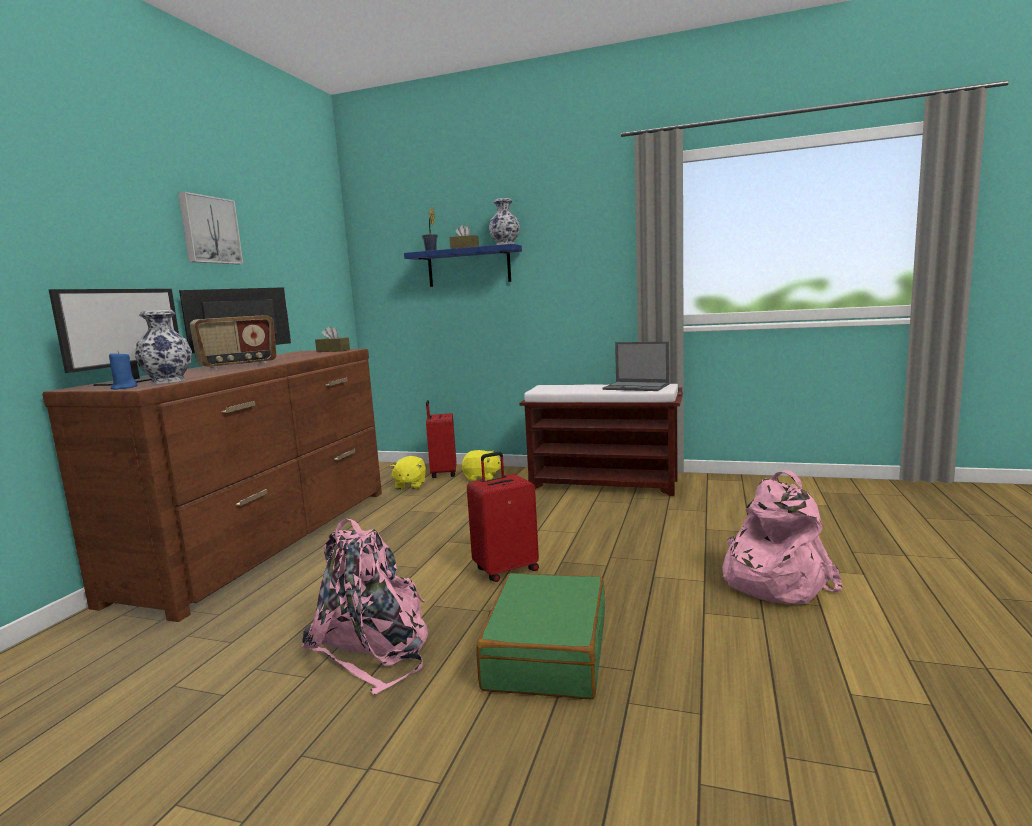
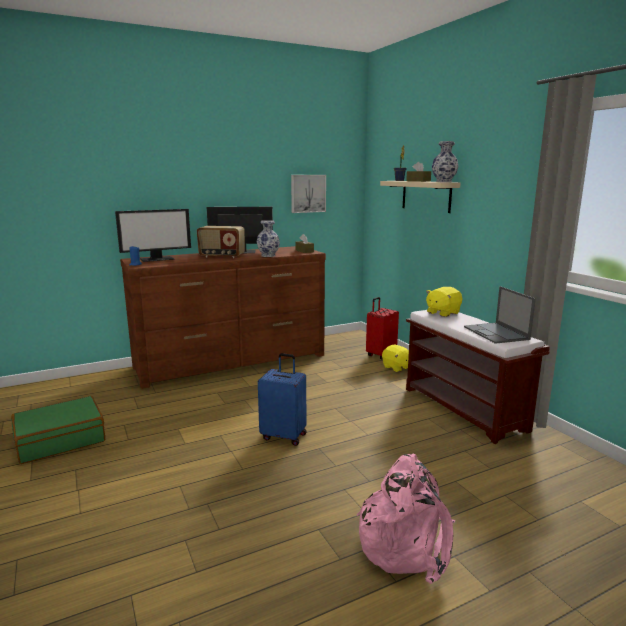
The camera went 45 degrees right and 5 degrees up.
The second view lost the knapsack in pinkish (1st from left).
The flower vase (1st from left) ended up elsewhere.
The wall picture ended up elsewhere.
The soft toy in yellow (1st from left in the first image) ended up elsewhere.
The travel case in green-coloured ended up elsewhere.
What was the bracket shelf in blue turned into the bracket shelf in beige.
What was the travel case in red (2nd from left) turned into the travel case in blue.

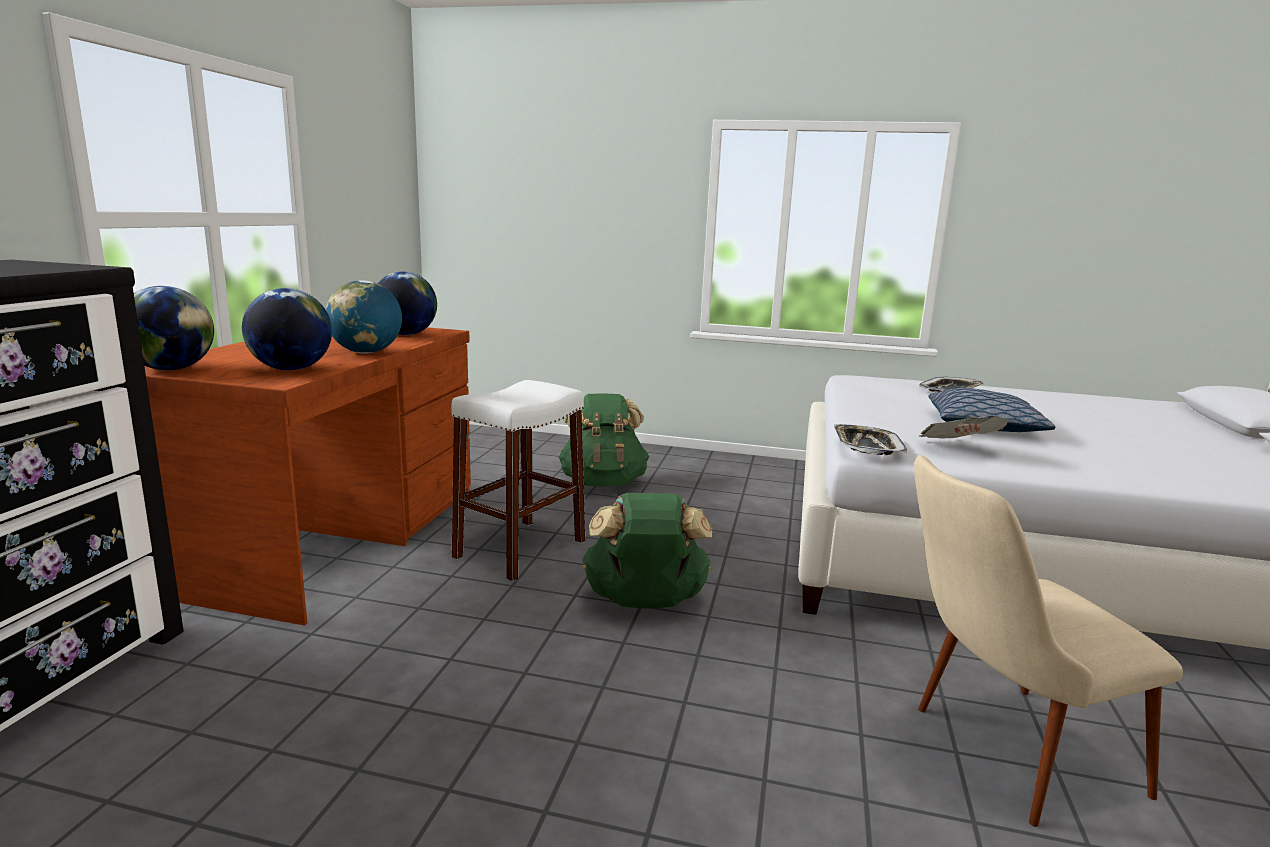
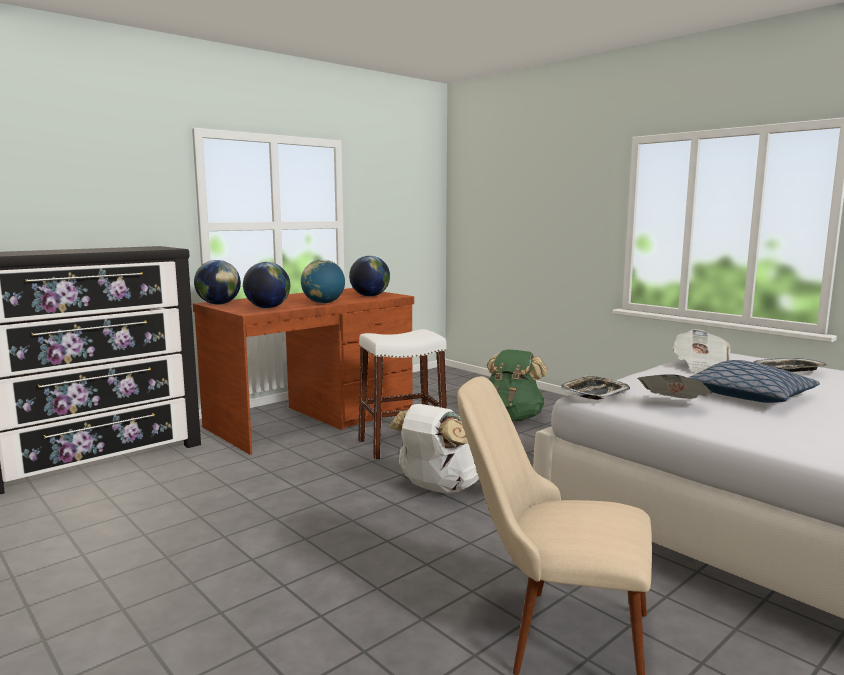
The camera went 35 degrees right and 5 degrees down.
The second view gained the newspaper (2nd from left).
What was the knapsack in green-coloured (2nd from left) turned into the knapsack in whitish.

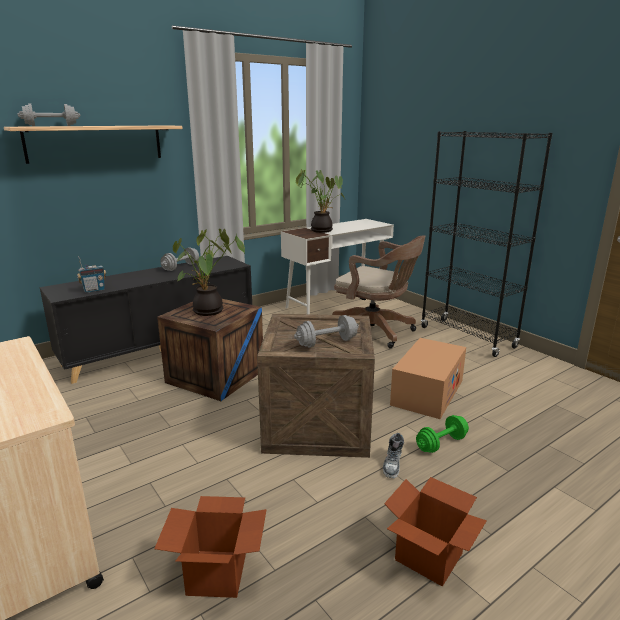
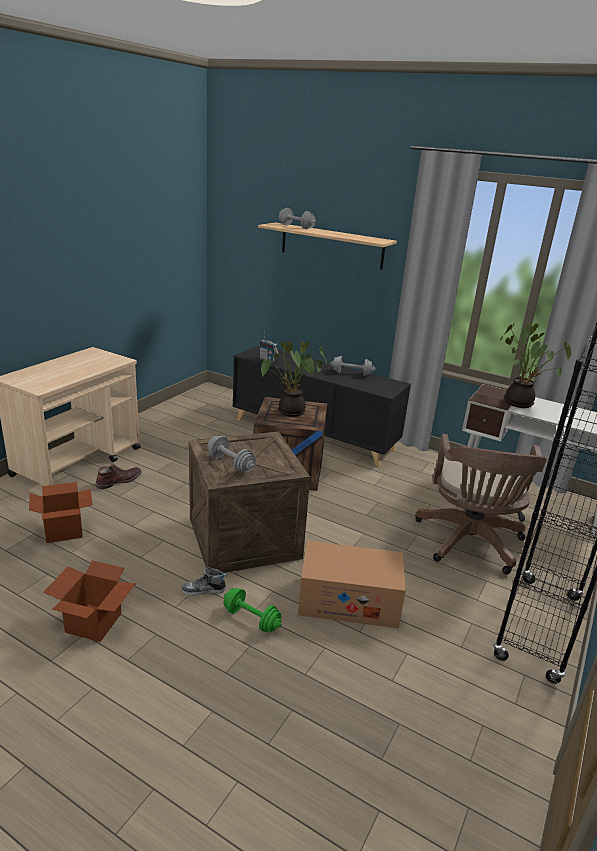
The camera went 65 degrees right and 5 degrees up.
The second view gained the boot in brownish.

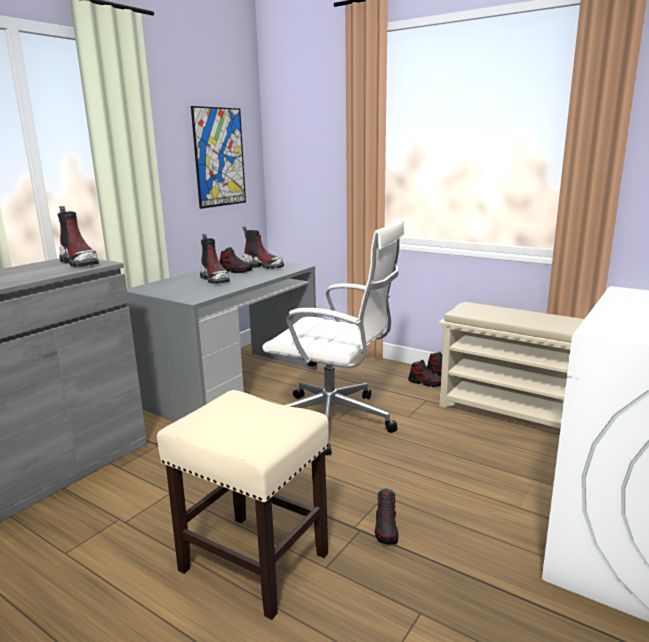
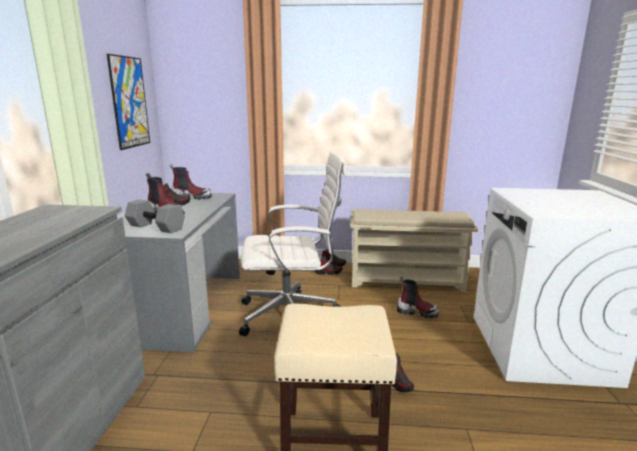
The camera went 30 degrees left and 0 degrees up.
The second view gained the dumbbell in greyish.
The boot (1st from left in the first image) ended up elsewhere.

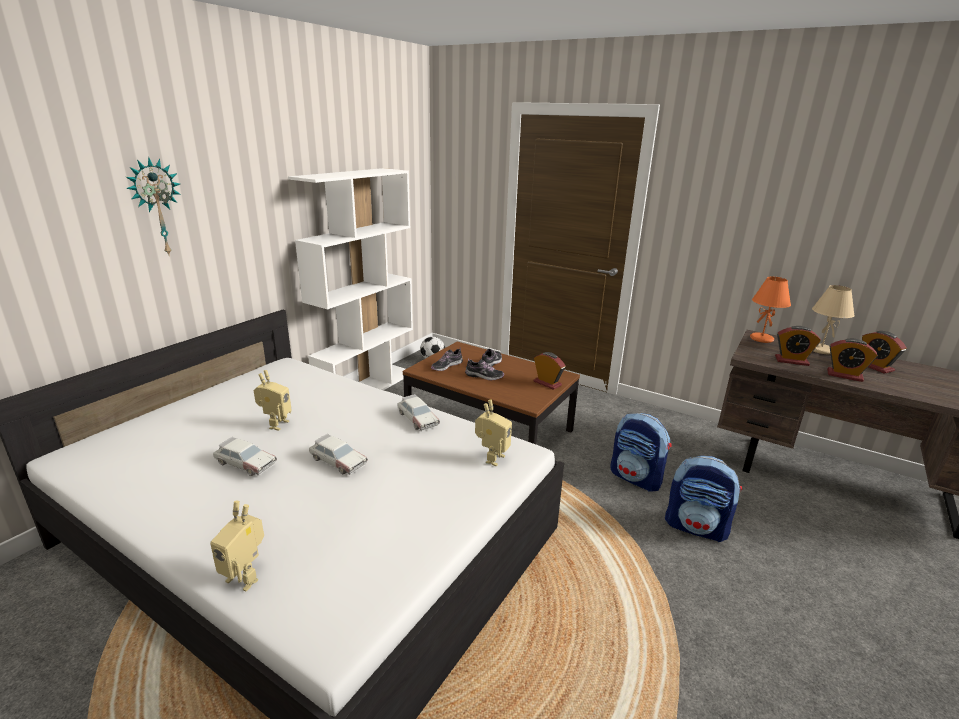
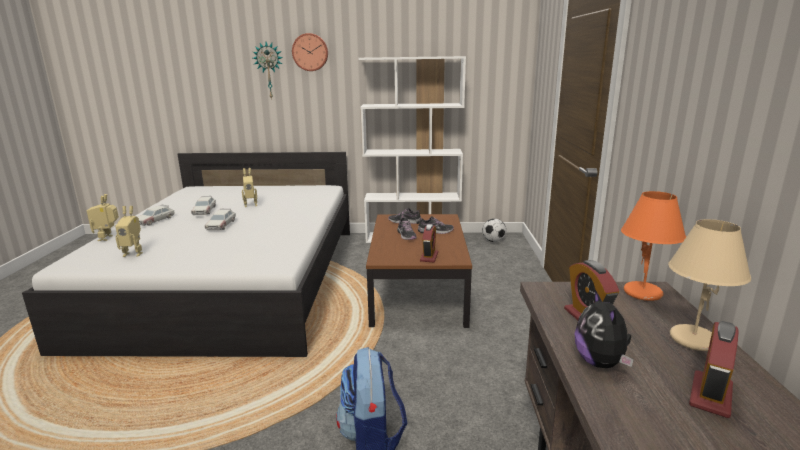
The camera went 60 degrees right and 5 degrees down.
The second view lost the knapsack (1st from left).
The second view gained the wall clock (2nd from left).
The miniature car (3rd from left in the first image) ended up elsewhere.
The model robot (3rd from left in the first image) ended up elsewhere.
Where the alarm clock (3rd from left) stood, the soft toy came to stand.

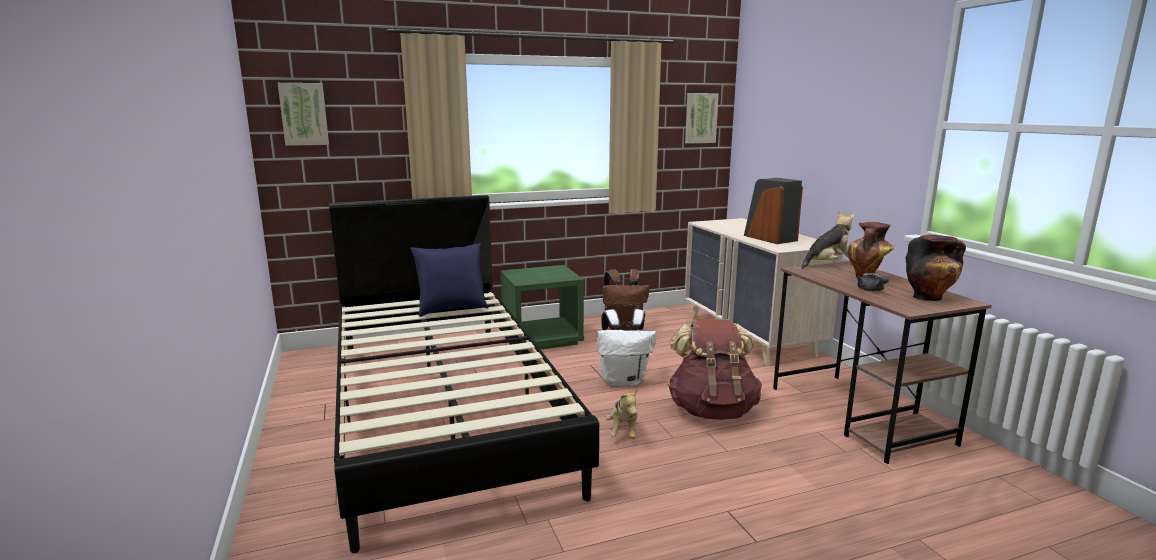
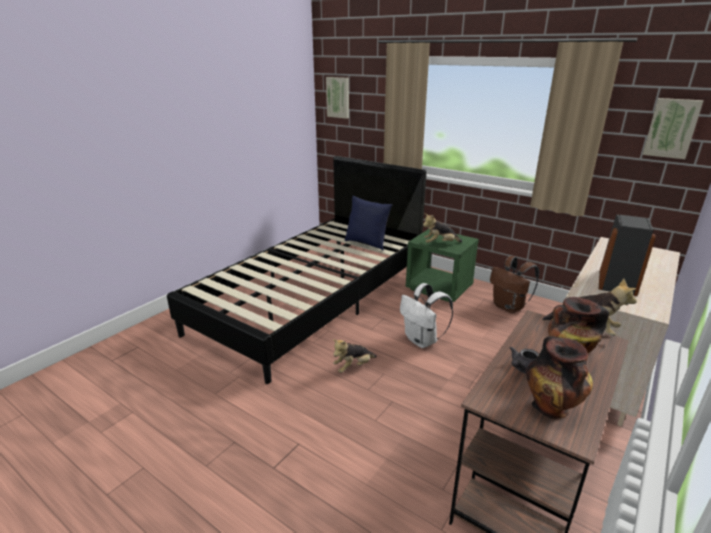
The camera went 55 degrees right and 10 degrees up.
The second view lost the knapsack in brownish (2nd from left).
The second view gained the soft toy (2nd from left).

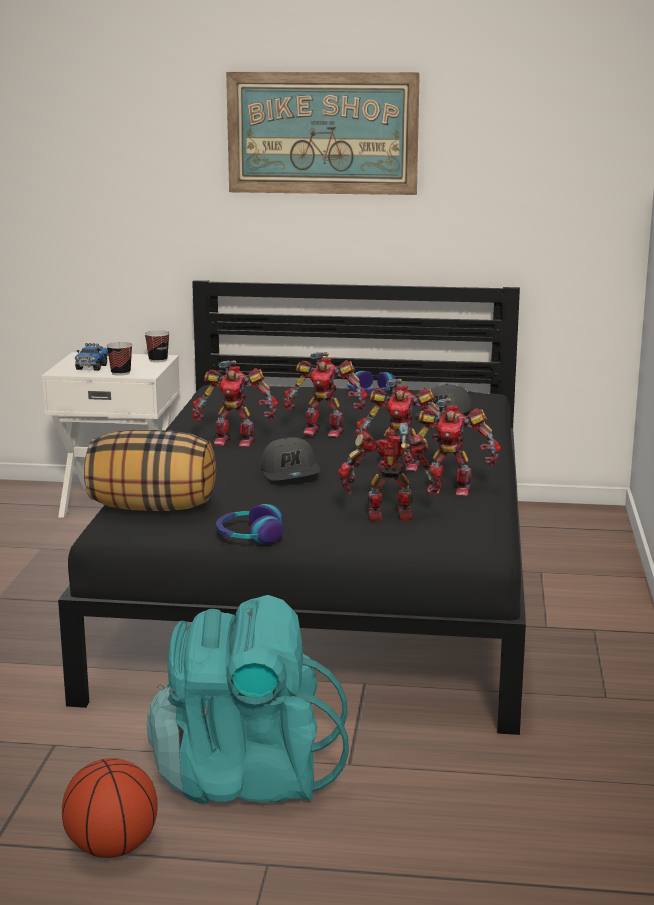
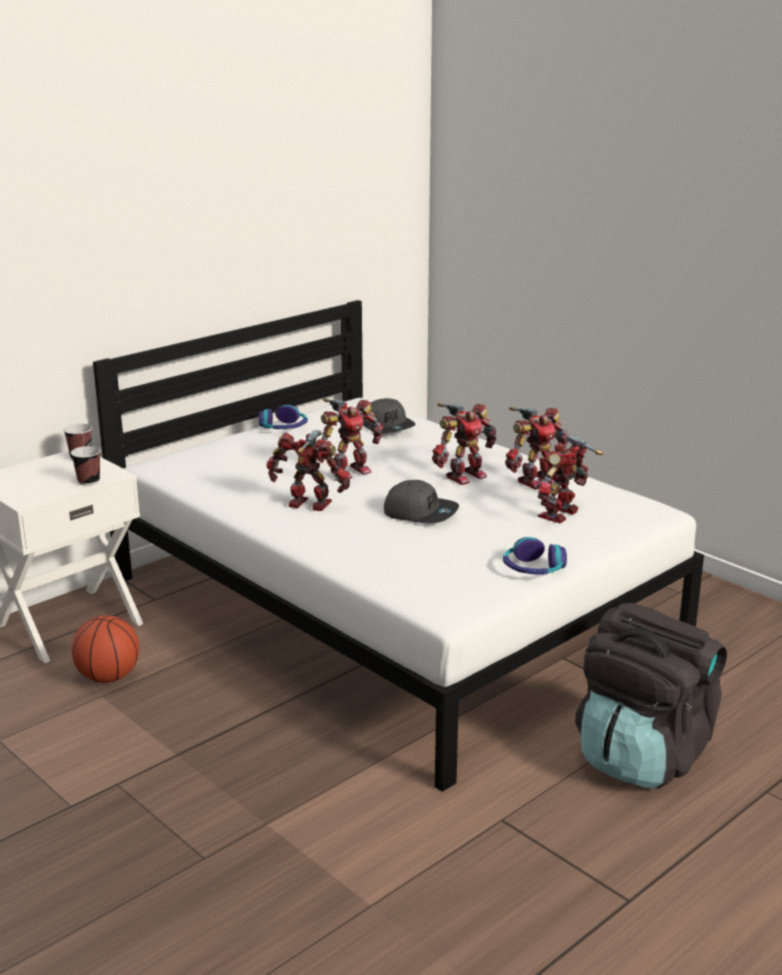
The camera went 50 degrees left and 5 degrees up.
The second view lost the model truck.
The second view lost the pillow.
The second view lost the wall picture.
The ball for basketball ended up elsewhere.
What was the sleeping bed in black turned into the sleeping bed in whitish.
What was the knapsack in blue-green turned into the knapsack in black.
The model robot (1st from left) ended up facing another way, 120 degrees counterclockwise from before.

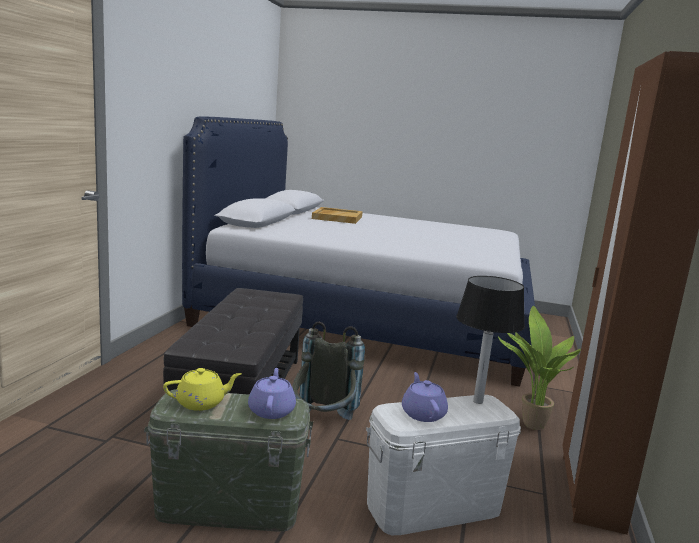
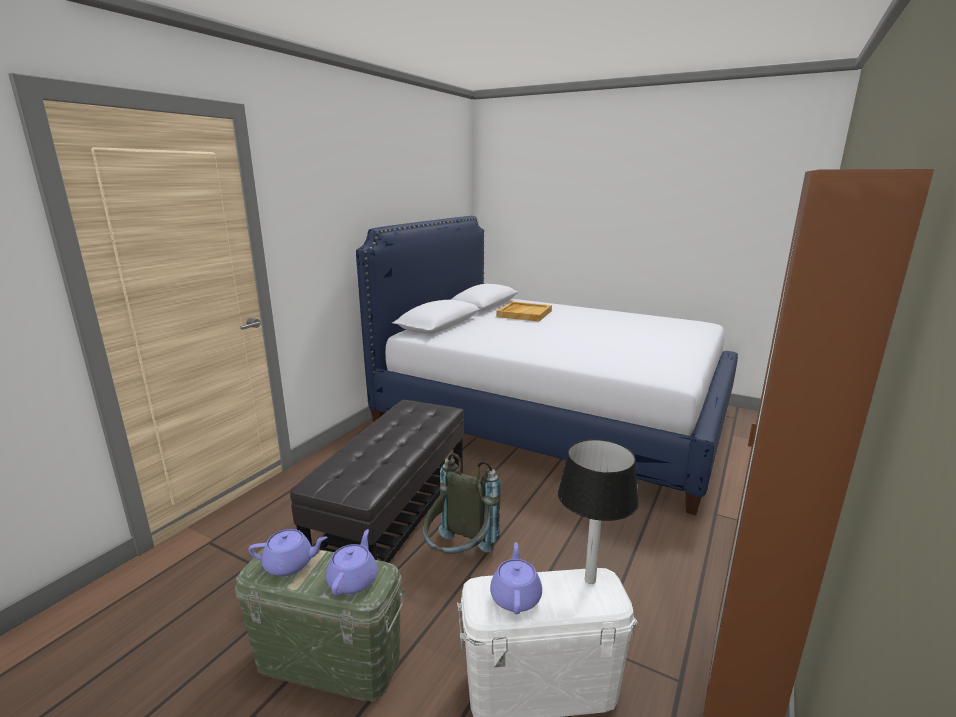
The camera went 15 degrees right and 5 degrees up.
The second view lost the potted plant.
What was the teapot in yellow turned into the teapot in purple-coloured (1st from left).

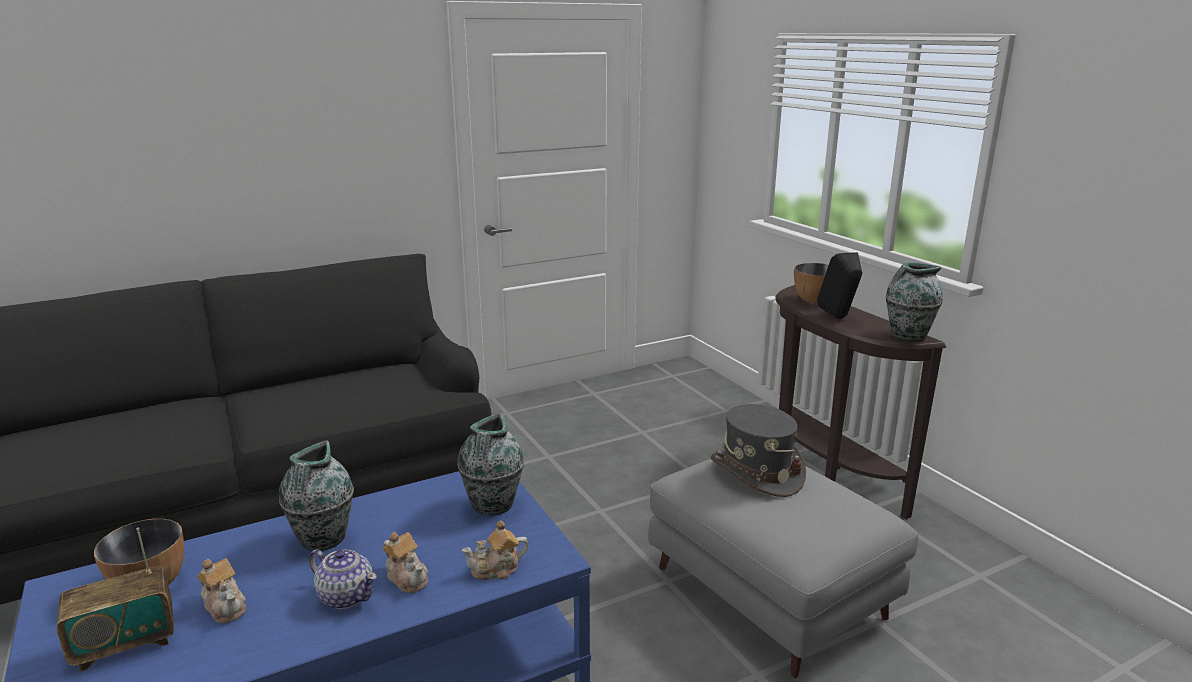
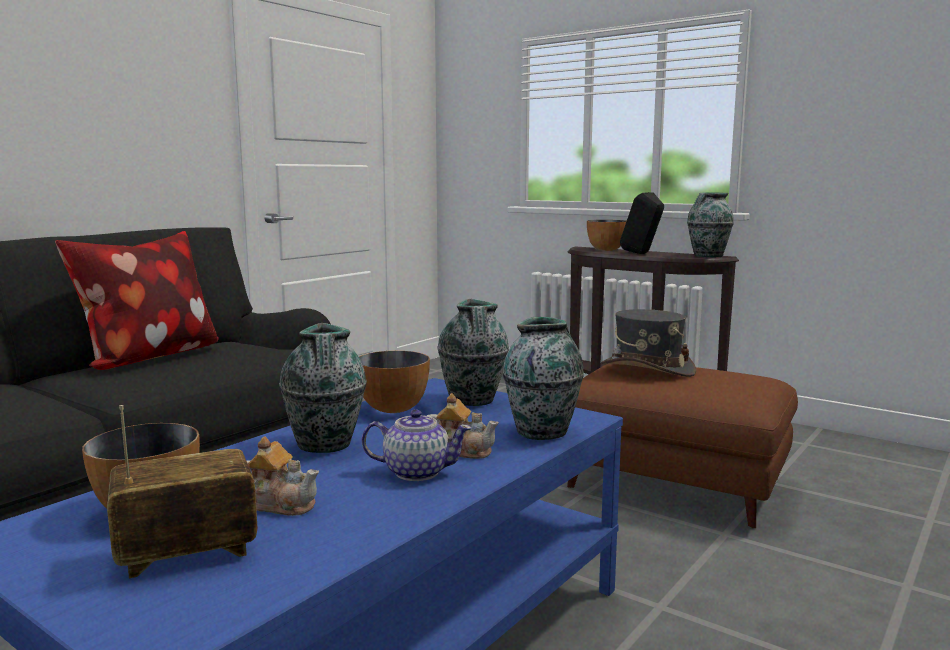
The camera went 25 degrees left and 10 degrees down.
The second view gained the pillow.
The second view gained the bowl (2nd from left).
Where the teapot (4th from left) stood, the flower vase (3rd from left) came to stand.
What was the pouffe in greyish turned into the pouffe in brownish.
The radio receiver ended up facing another way, 150 degrees counterclockwise from before.

